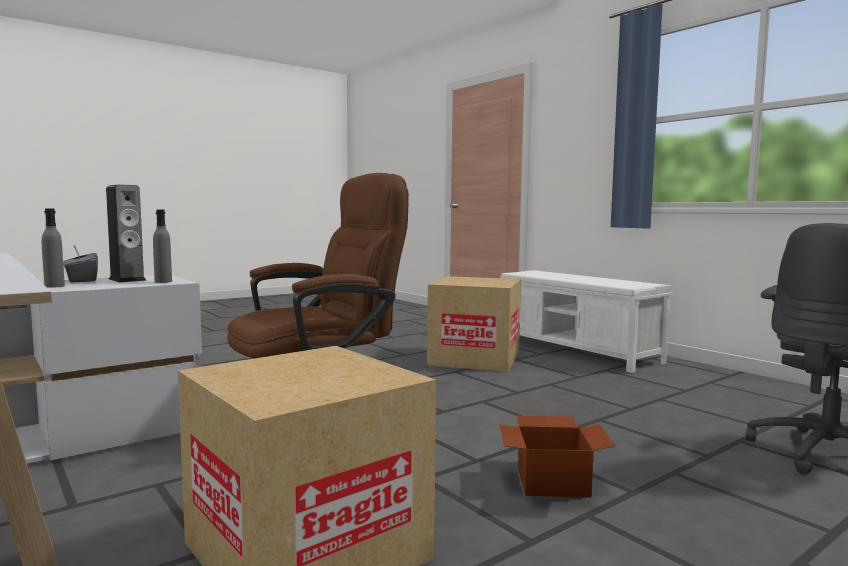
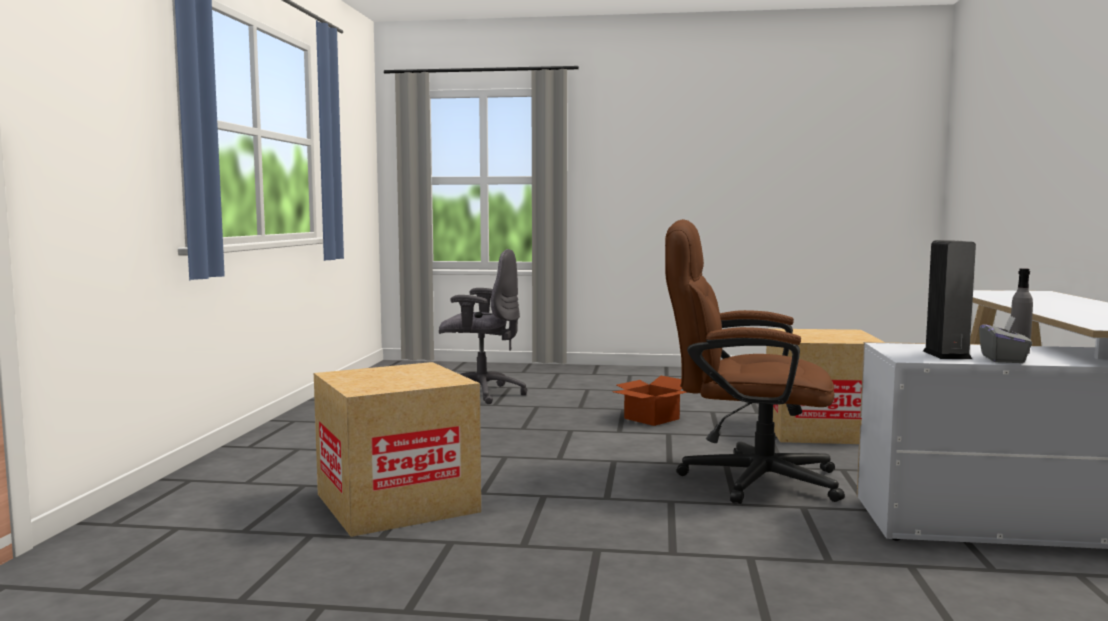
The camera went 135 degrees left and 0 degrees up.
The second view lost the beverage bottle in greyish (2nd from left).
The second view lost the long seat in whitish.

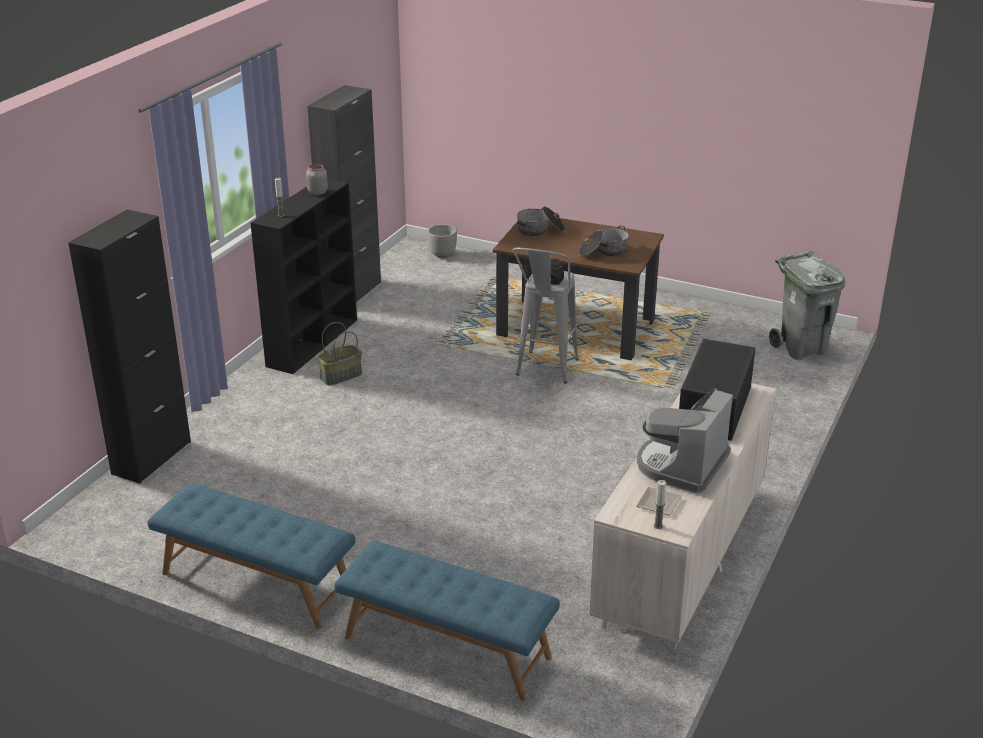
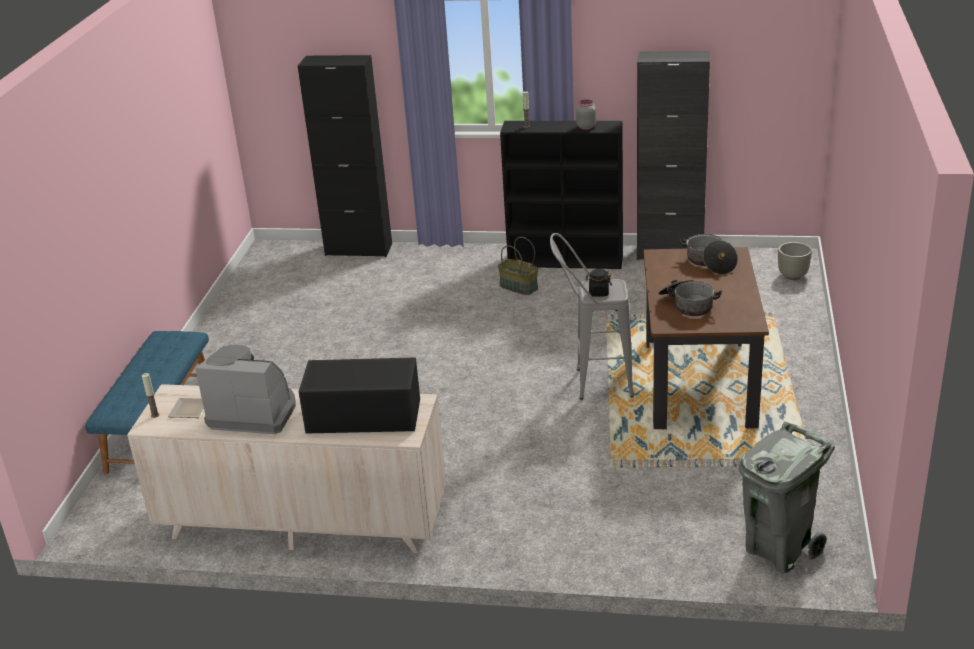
The camera went 75 degrees right and 0 degrees up.
The second view lost the long seat in blue (1st from left).

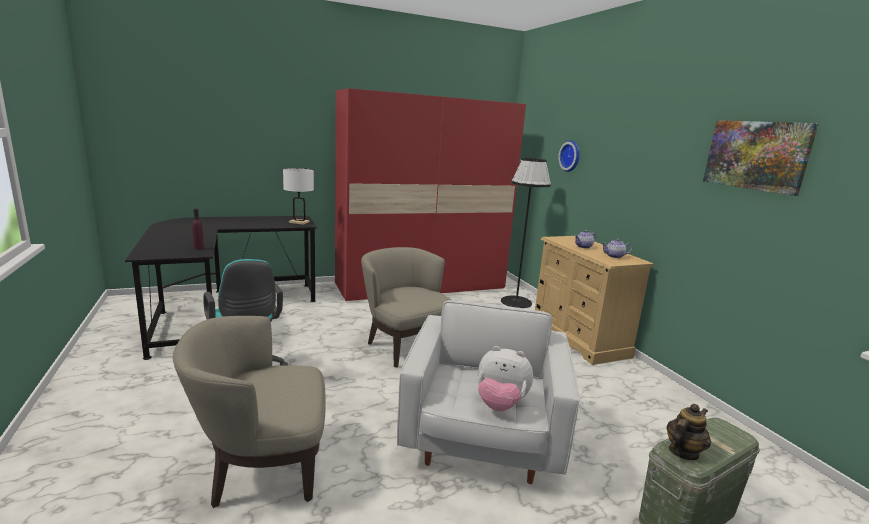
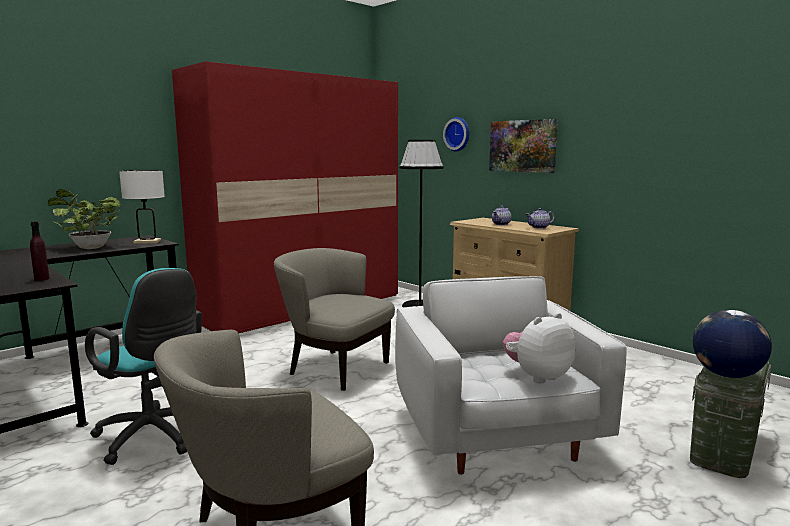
The camera went 20 degrees left and 5 degrees down.
The second view gained the potted plant.
The wall picture ended up elsewhere.
Where the teapot (3rd from left) stood, the globe came to stand.
The soft toy ended up facing another way, 150 degrees clockwise from before.

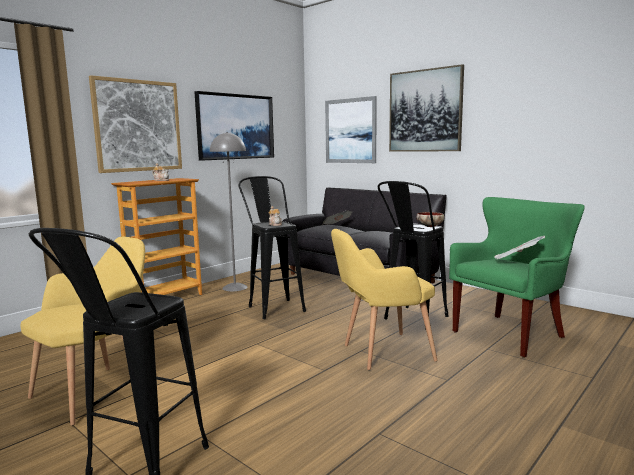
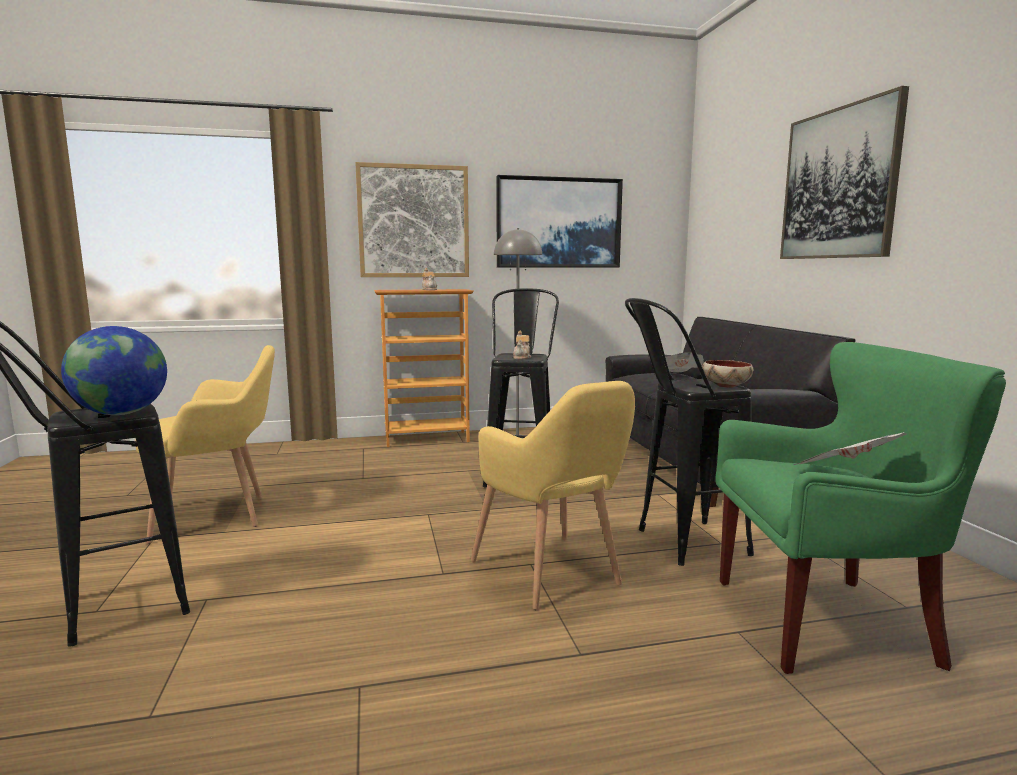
The camera went 35 degrees right and 0 degrees up.
The second view lost the wall picture (3rd from left).
The second view gained the globe.
The armchair in yellow (2nd from left) ended up facing another way, 135 degrees counterclockwise from before.

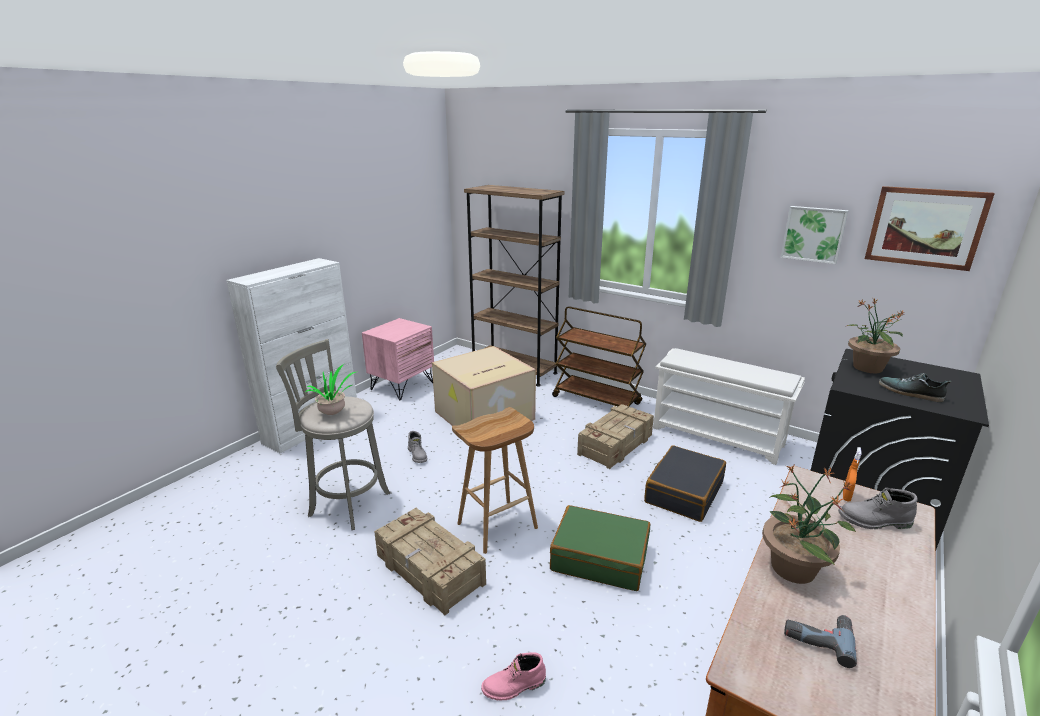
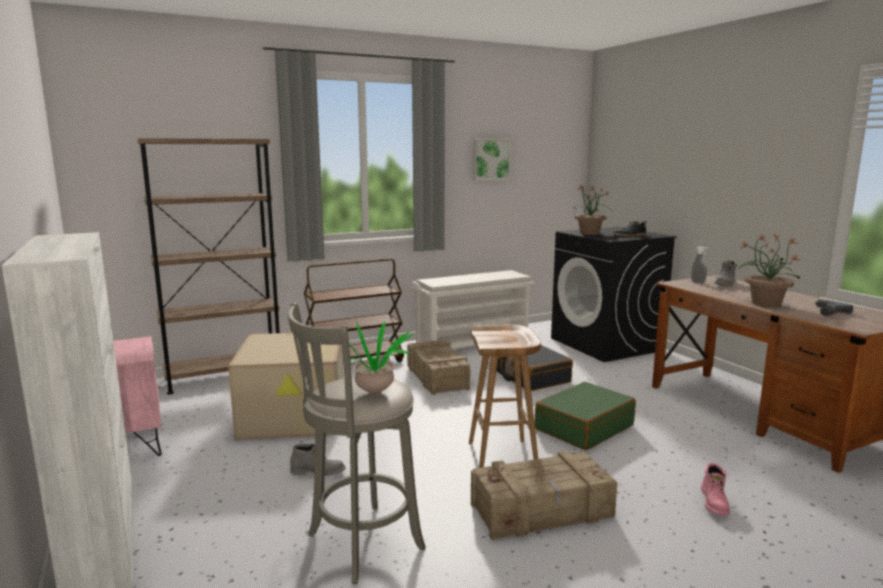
The camera went 60 degrees left and 10 degrees down.
The second view lost the wall picture (2nd from left).
What was the sprayer in orange turned into the sprayer in greyish.

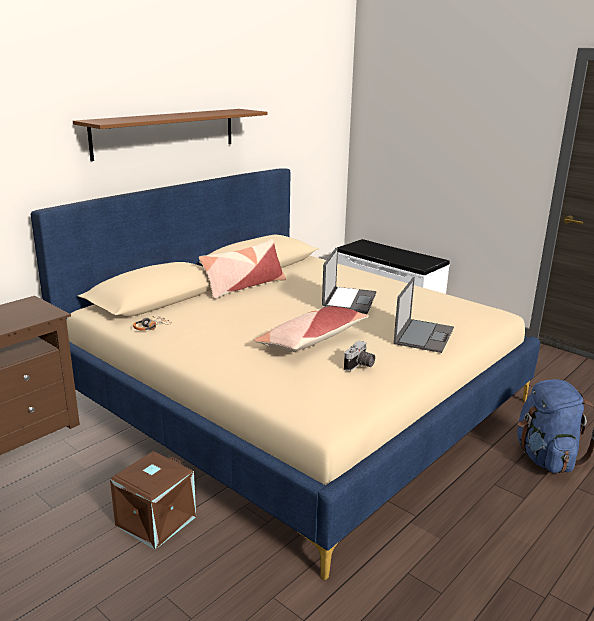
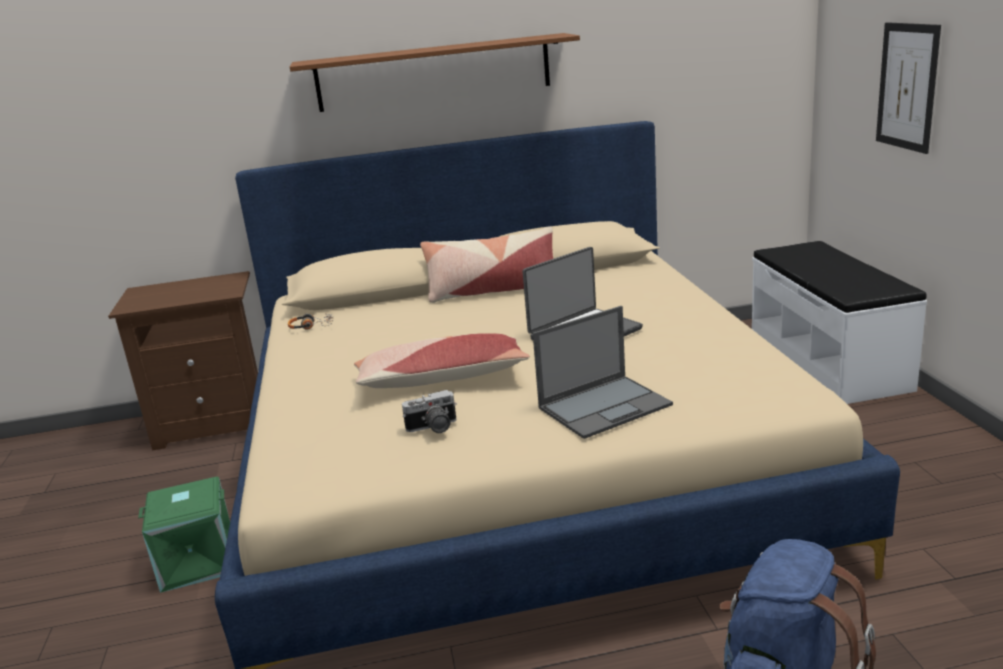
The camera went 40 degrees right and 0 degrees up.
The second view gained the wall picture.
What was the storage bin in brownish turned into the storage bin in green-coloured.

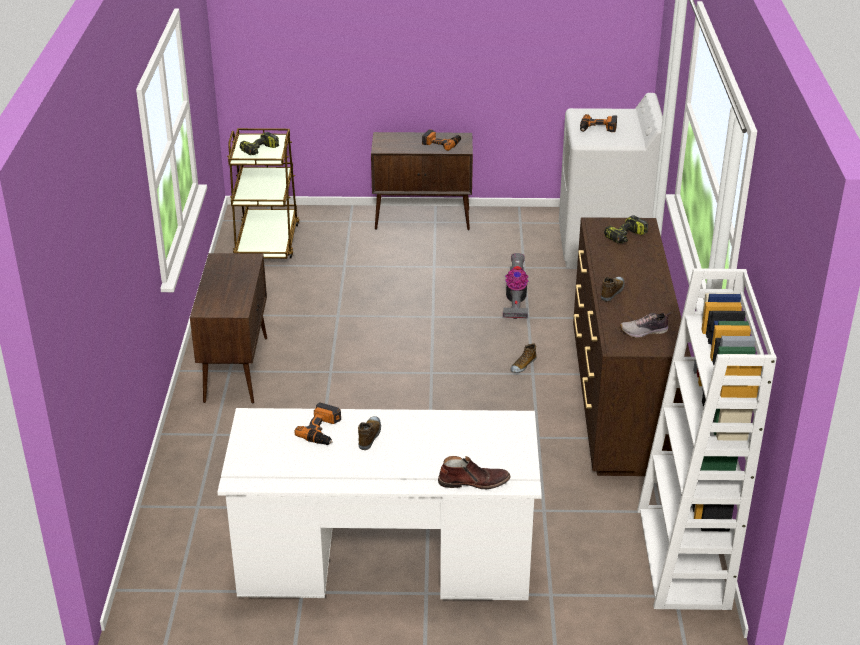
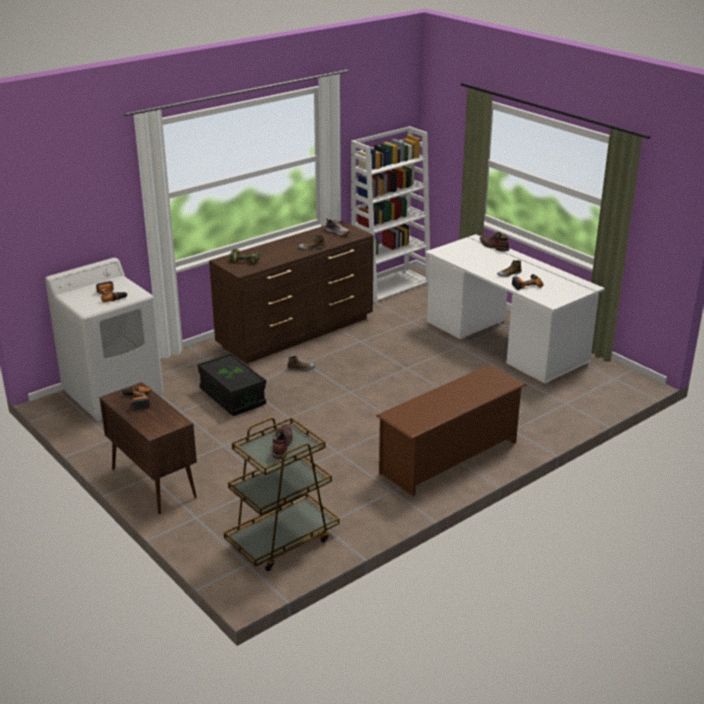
The camera went 130 degrees left and 5 degrees down.
Where the storage cabinet in brownish (1st from left) stood, the shoe stand in brownish came to stand.
Where the drill (1st from left) stood, the boot in brownish (1st from left) came to stand.
Where the vacuum stood, the storage bin in black came to stand.

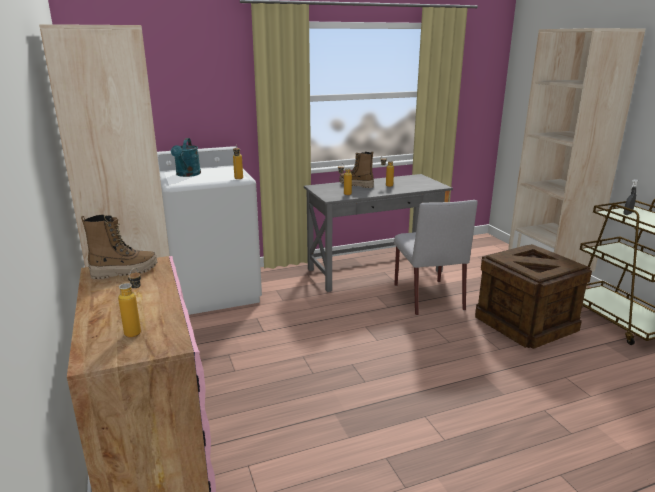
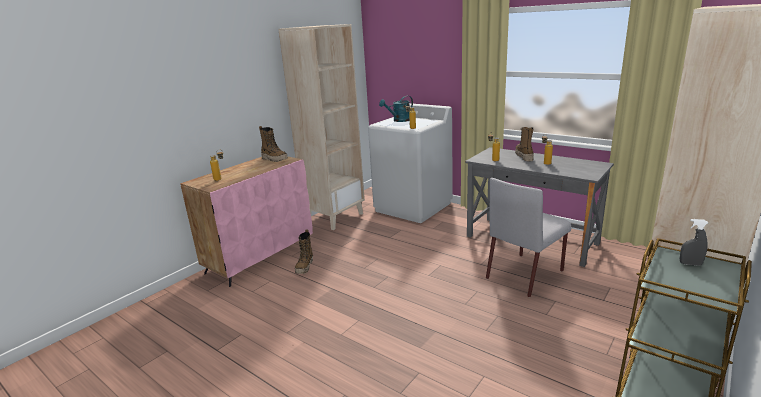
The camera went 60 degrees right and 0 degrees up.
The second view lost the crate.
The second view gained the boot (2nd from left).

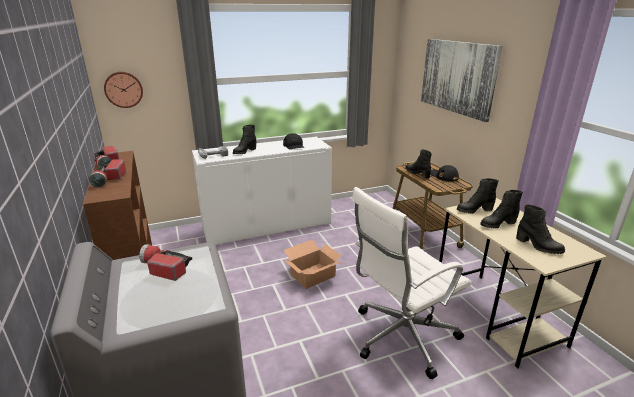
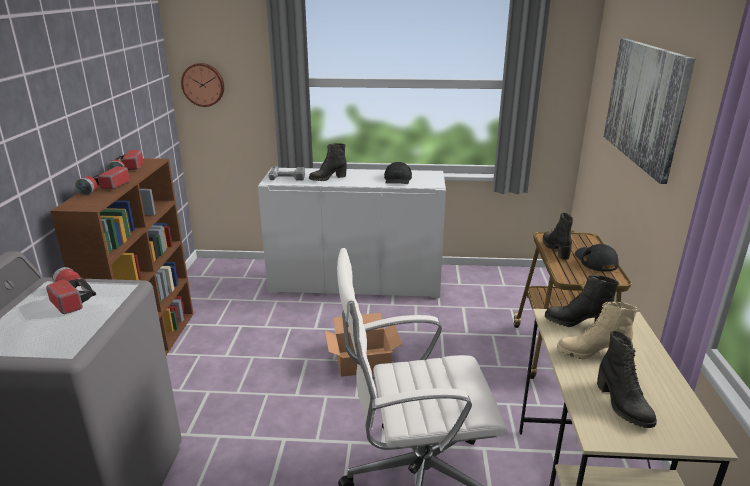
The camera went 25 degrees right and 0 degrees up.
What was the boot in black (4th from left) turned into the boot in beige.

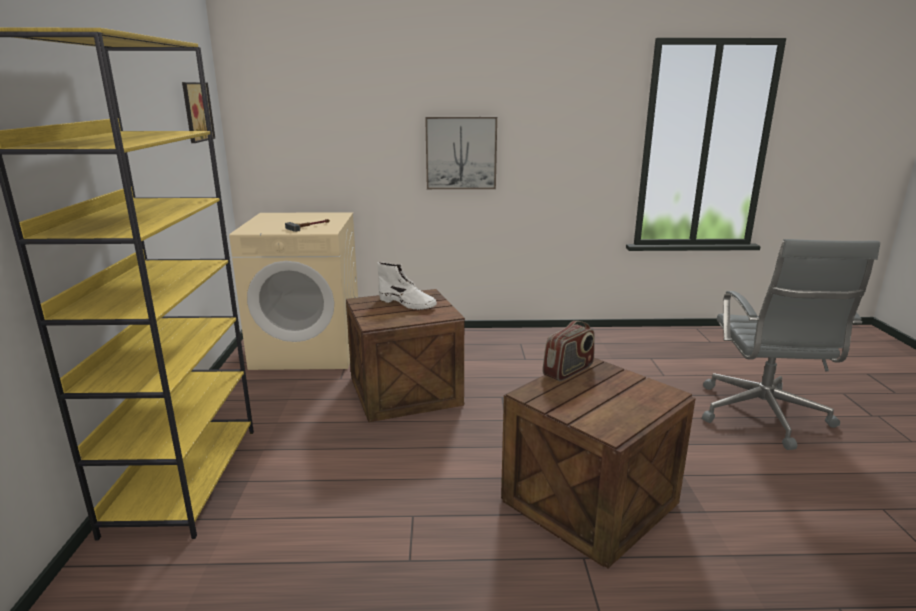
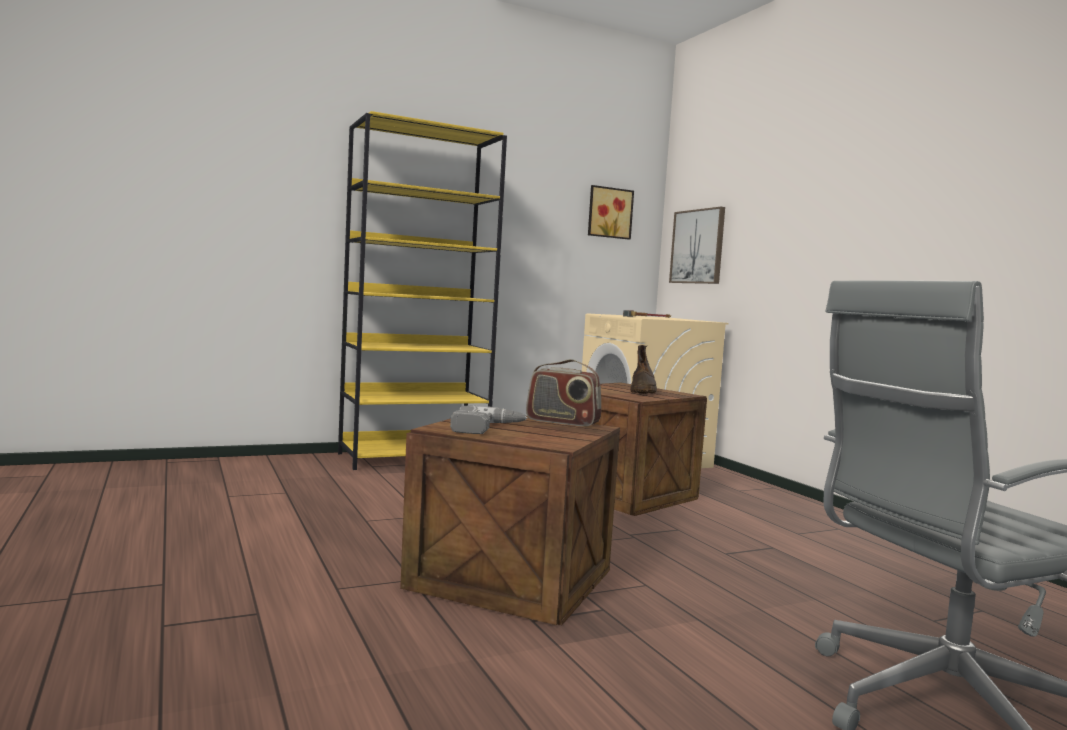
The camera went 65 degrees right and 15 degrees down.
The second view gained the drill.
The wall picture (2nd from left) ended up elsewhere.
What was the boot in whitish turned into the boot in brownish.

